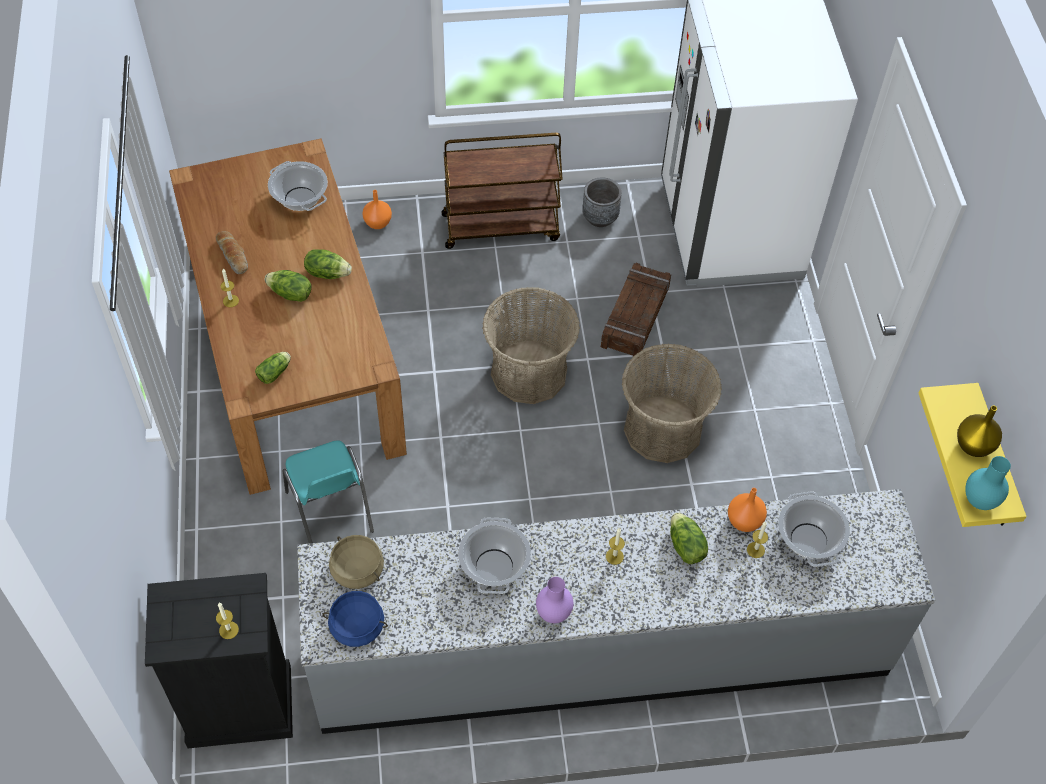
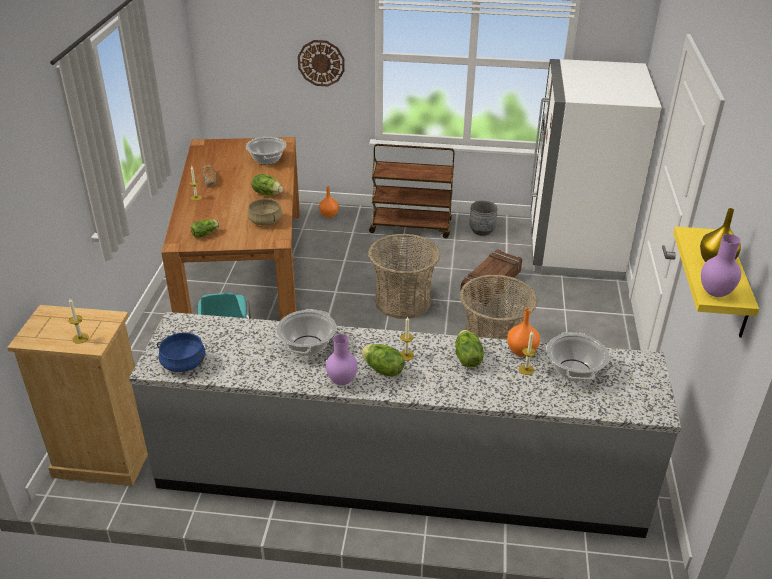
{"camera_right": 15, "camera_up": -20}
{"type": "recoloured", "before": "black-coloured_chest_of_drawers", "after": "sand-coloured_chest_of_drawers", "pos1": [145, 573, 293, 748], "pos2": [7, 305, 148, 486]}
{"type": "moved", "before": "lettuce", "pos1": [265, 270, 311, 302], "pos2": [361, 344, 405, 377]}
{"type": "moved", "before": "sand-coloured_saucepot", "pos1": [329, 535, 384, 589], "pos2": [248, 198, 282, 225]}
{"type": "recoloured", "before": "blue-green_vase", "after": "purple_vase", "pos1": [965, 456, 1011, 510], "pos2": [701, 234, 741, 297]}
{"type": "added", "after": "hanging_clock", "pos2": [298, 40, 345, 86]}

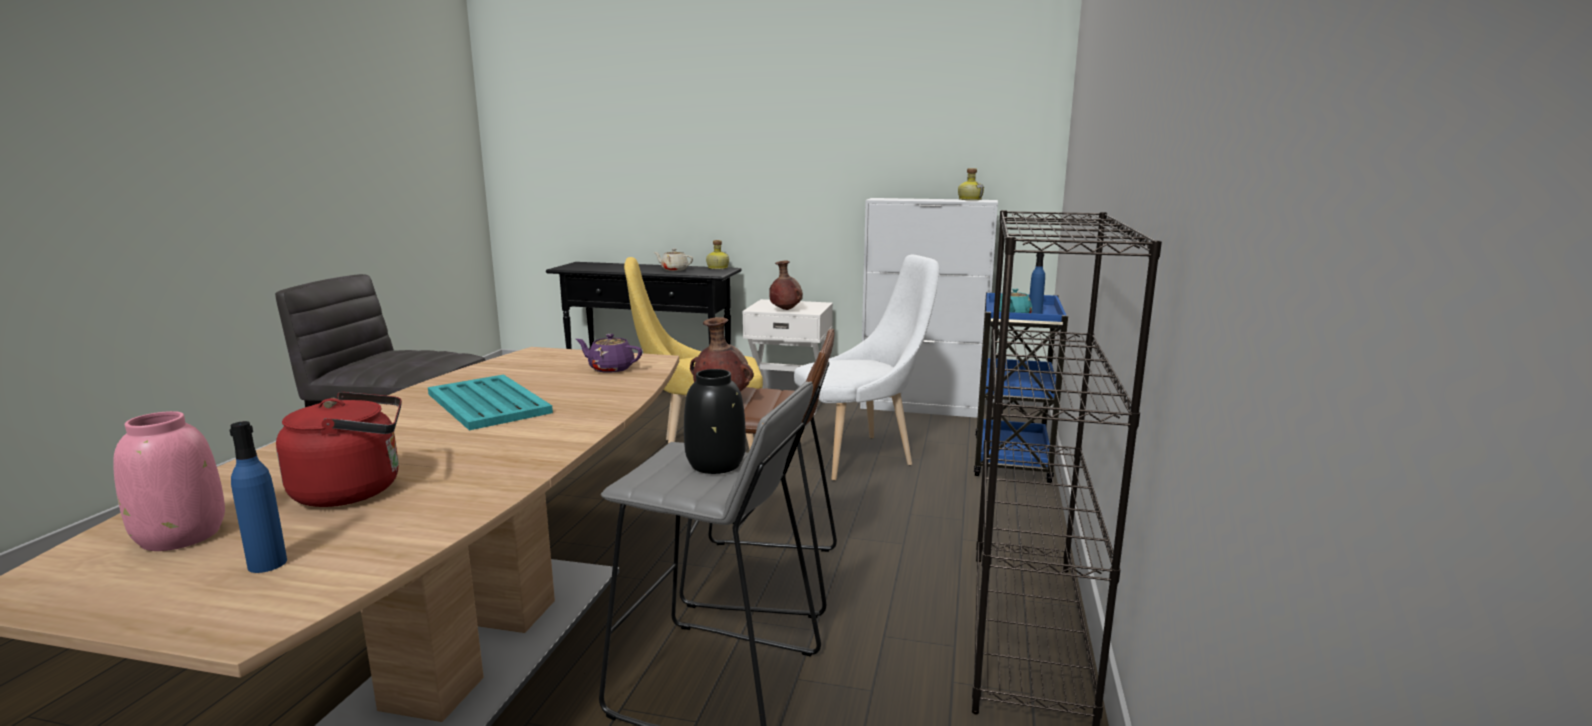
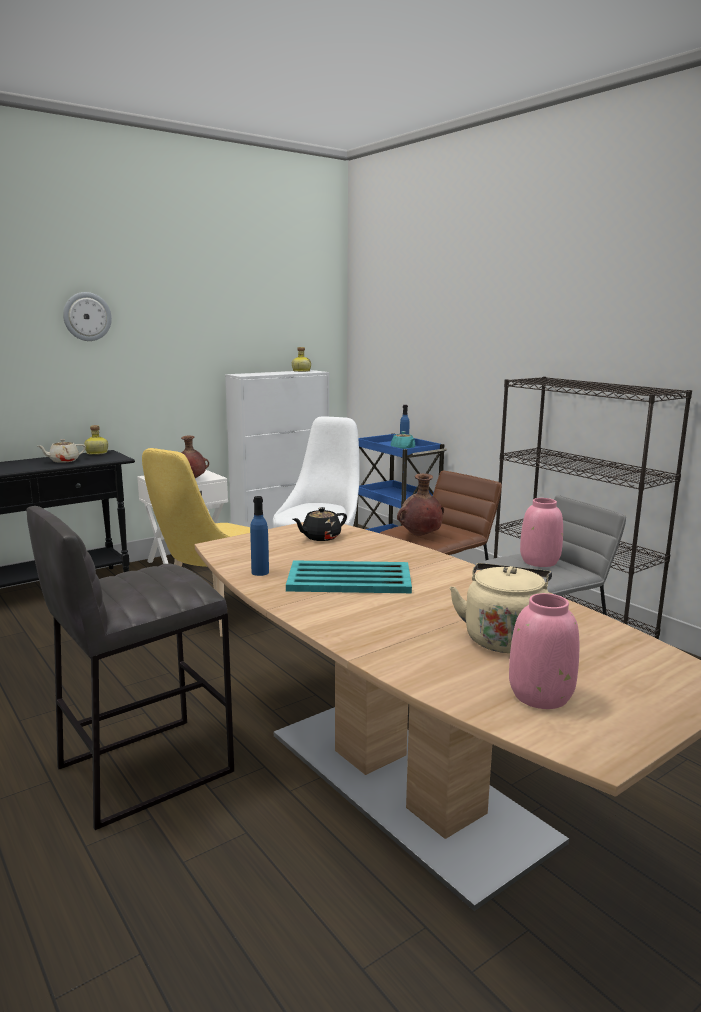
{"camera_right": -50, "camera_up": 0}
{"type": "moved", "before": "blue-coloured_drink_bottle", "pos1": [230, 421, 287, 573], "pos2": [250, 496, 269, 576]}
{"type": "recoloured", "before": "red_kettle", "after": "sand-coloured_kettle", "pos1": [276, 392, 402, 507], "pos2": [450, 563, 552, 653]}
{"type": "recoloured", "before": "purple_teapot", "after": "black-coloured_teapot", "pos1": [576, 334, 642, 373], "pos2": [292, 507, 347, 541]}
{"type": "recoloured", "before": "black-coloured_vase", "after": "pink_vase", "pos1": [684, 369, 746, 474], "pos2": [520, 498, 563, 567]}
{"type": "added", "after": "hanging_clock", "pos2": [63, 292, 112, 341]}

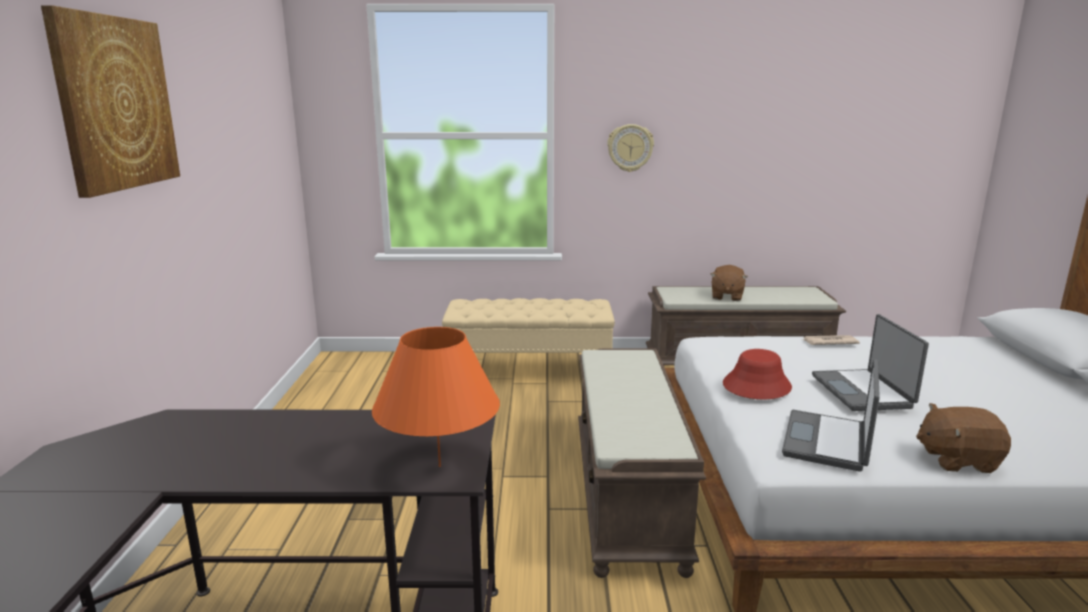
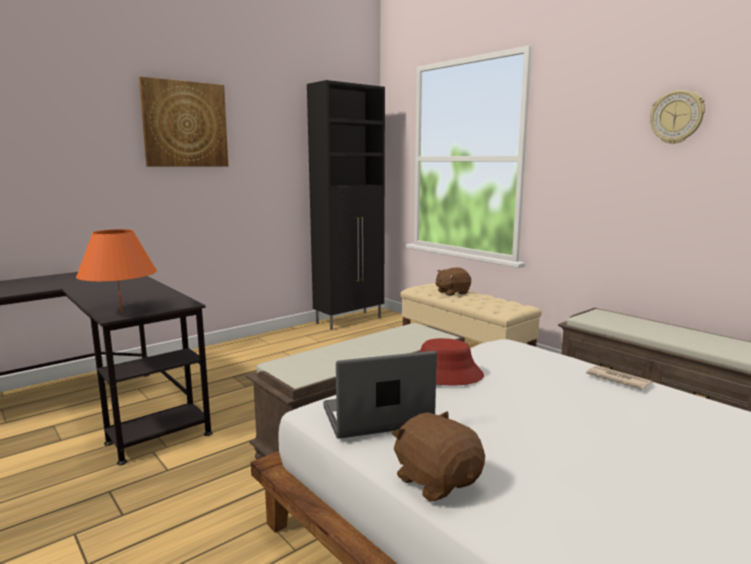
{"camera_right": 50, "camera_up": -5}
{"type": "moved", "before": "hanging_clock", "pos1": [607, 124, 654, 172], "pos2": [650, 90, 705, 144]}
{"type": "moved", "before": "brown_plush_toy", "pos1": [710, 265, 748, 301], "pos2": [435, 268, 471, 296]}
{"type": "removed", "before": "portable_computer", "pos1": [812, 314, 929, 411]}
{"type": "added", "after": "black-coloured_storage_cabinet", "pos2": [307, 80, 385, 330]}

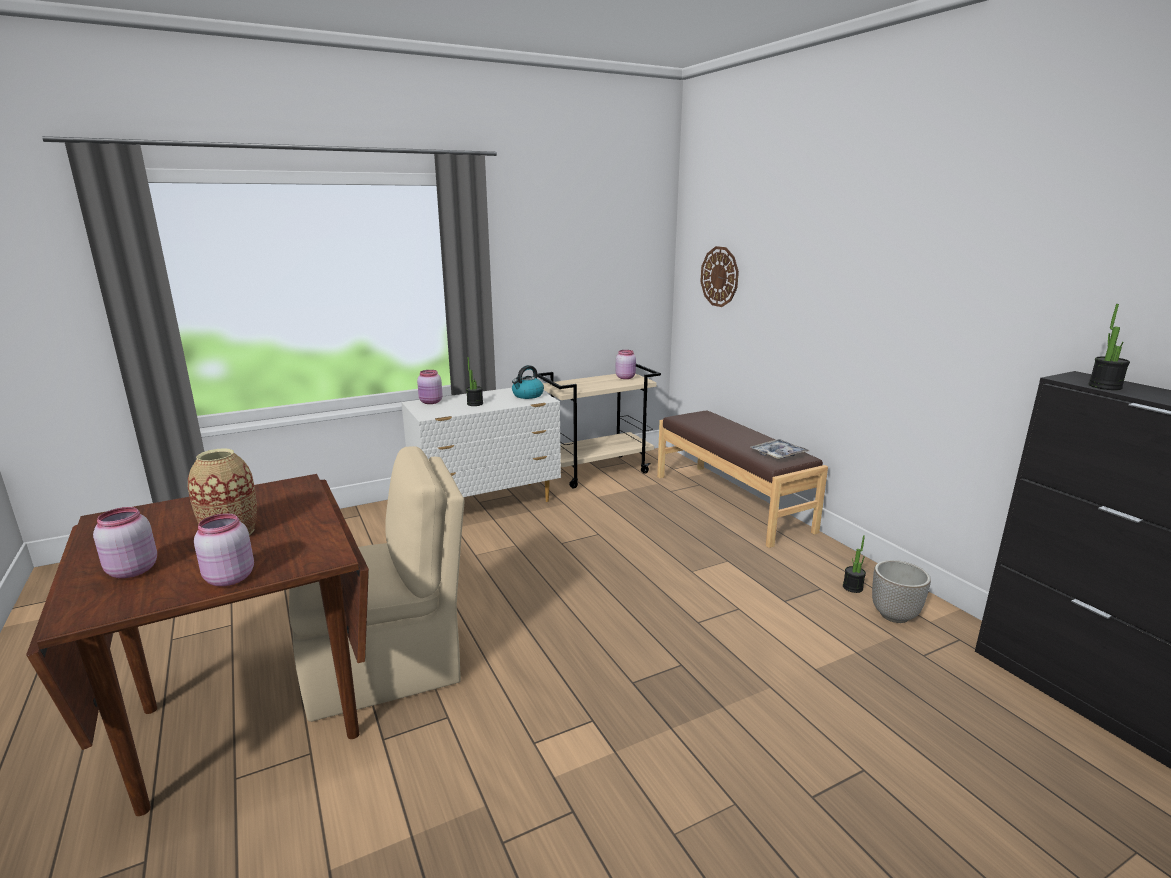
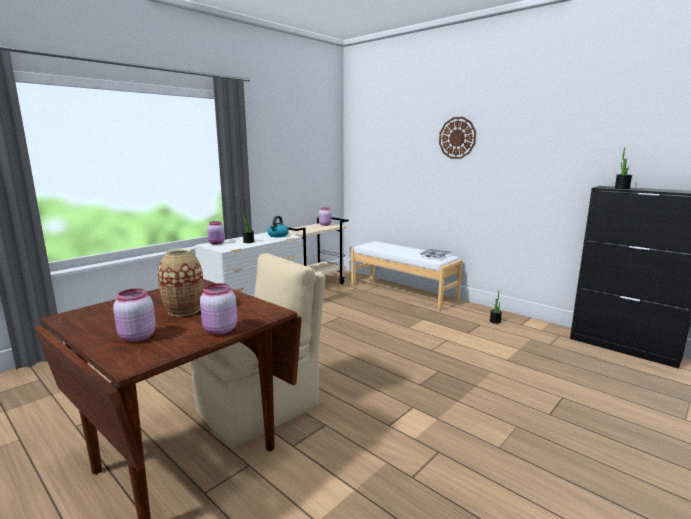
{"camera_right": -20, "camera_up": -5}
{"type": "recoloured", "before": "brown_long_seat", "after": "white-coloured_long_seat", "pos1": [657, 410, 828, 548], "pos2": [351, 241, 463, 310]}
{"type": "moved", "before": "hanging_clock", "pos1": [700, 246, 739, 307], "pos2": [439, 117, 476, 159]}
{"type": "removed", "before": "flower_pot", "pos1": [872, 560, 931, 623]}

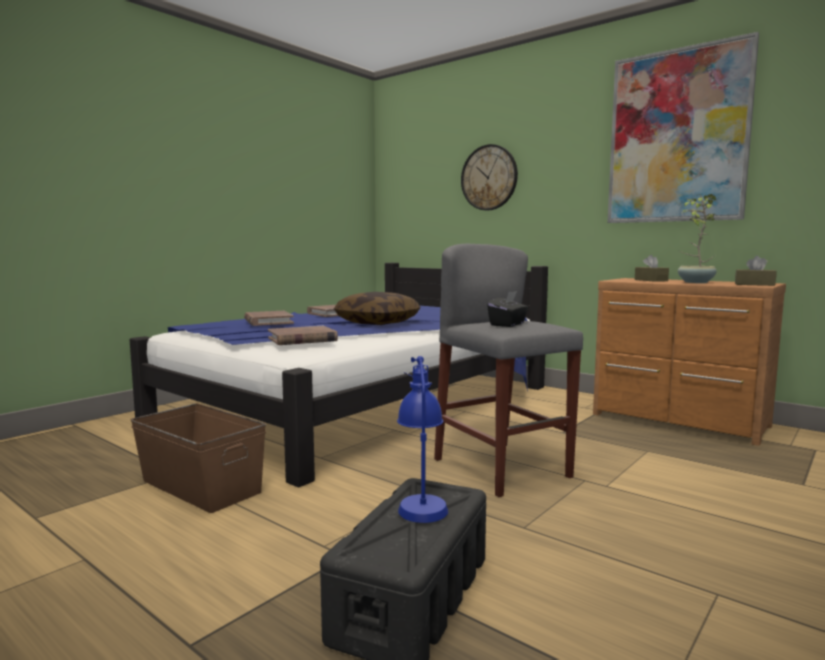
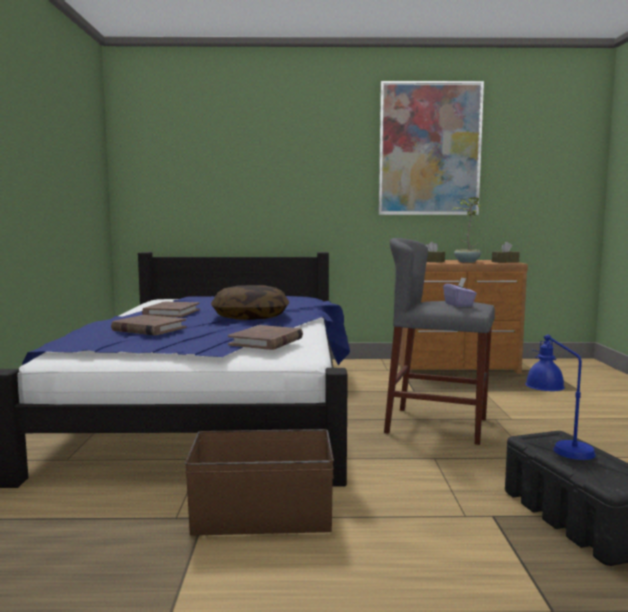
{"camera_right": -40, "camera_up": 0}
{"type": "removed", "before": "hanging_clock", "pos1": [461, 144, 518, 211]}
{"type": "recoloured", "before": "black-coloured_box_of_tissues", "after": "purple_box_of_tissues", "pos1": [487, 291, 528, 327], "pos2": [443, 277, 477, 307]}

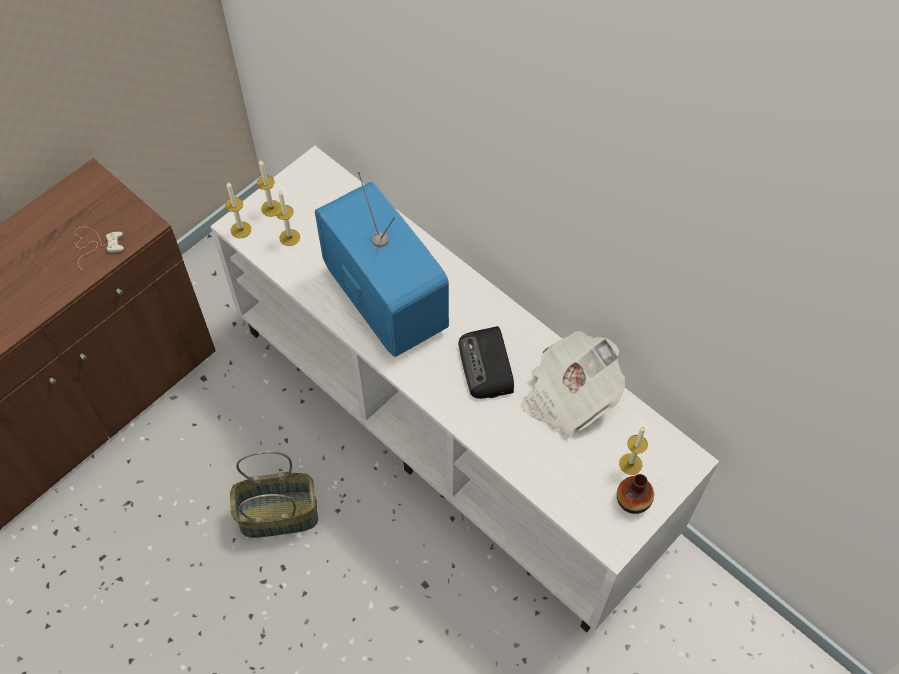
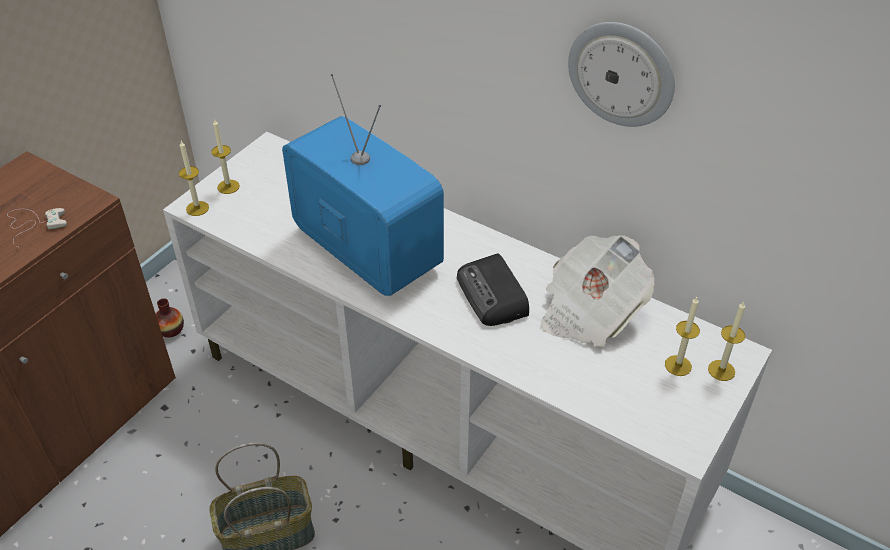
{"camera_right": -10, "camera_up": -15}
{"type": "moved", "before": "wax_candle", "pos1": [275, 190, 300, 246], "pos2": [708, 302, 745, 381]}
{"type": "moved", "before": "vase", "pos1": [617, 474, 654, 514], "pos2": [156, 298, 184, 338]}
{"type": "added", "after": "hanging_clock", "pos2": [568, 22, 675, 127]}

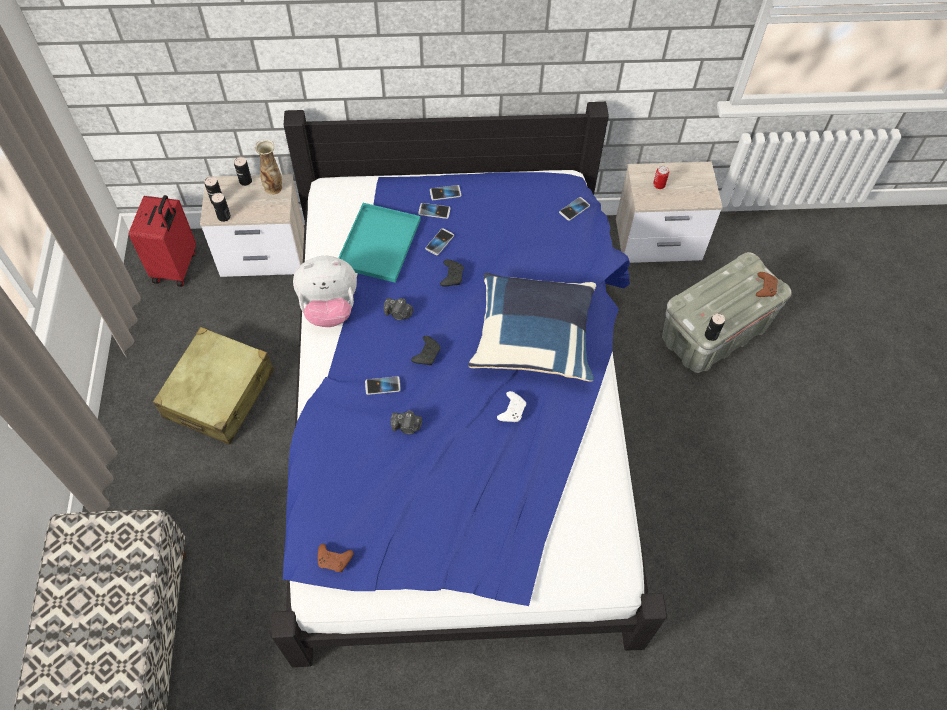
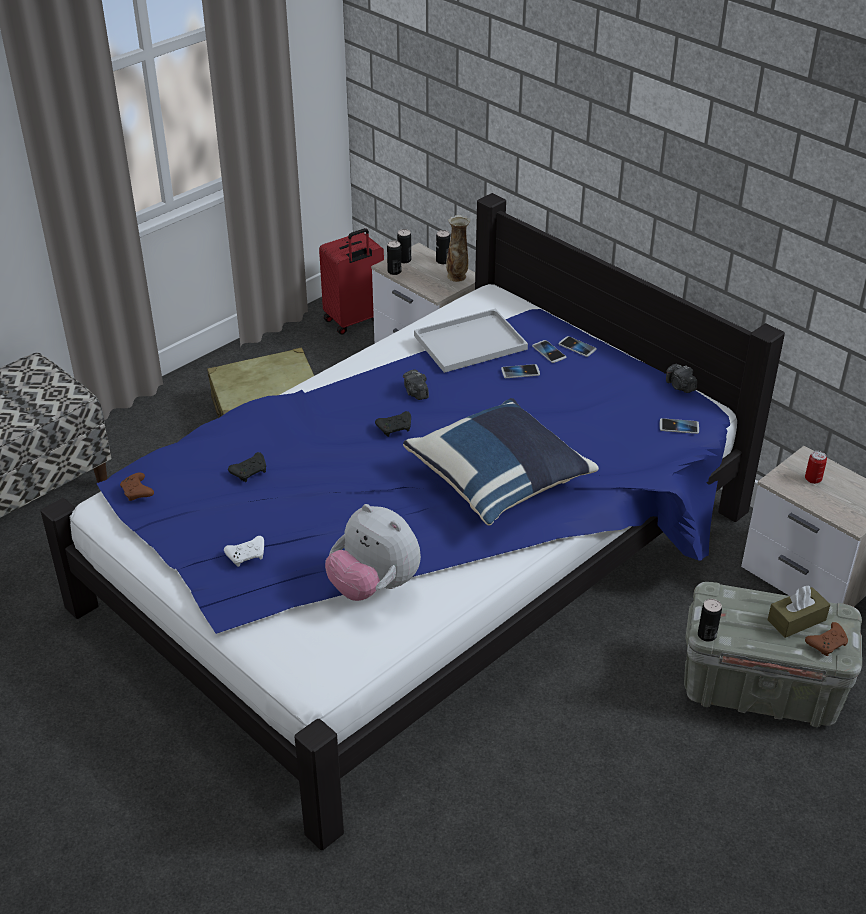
{"camera_right": 50, "camera_up": -20}
{"type": "moved", "before": "plush_toy", "pos1": [293, 256, 357, 327], "pos2": [325, 504, 421, 601]}
{"type": "recoloured", "before": "blue-green_tray", "after": "white-coloured_tray", "pos1": [338, 203, 421, 283], "pos2": [414, 309, 528, 373]}
{"type": "removed", "before": "telephone", "pos1": [365, 376, 401, 395]}
{"type": "moved", "before": "still_camera", "pos1": [391, 410, 422, 434], "pos2": [666, 364, 697, 393]}
{"type": "moved", "before": "black-coloured_game_controller", "pos1": [440, 259, 464, 287], "pos2": [228, 452, 266, 482]}
{"type": "moved", "before": "white-coloured_game_controller", "pos1": [497, 391, 526, 422], "pos2": [224, 536, 264, 567]}
{"type": "added", "after": "brown_box_of_tissues", "pos2": [768, 586, 830, 638]}

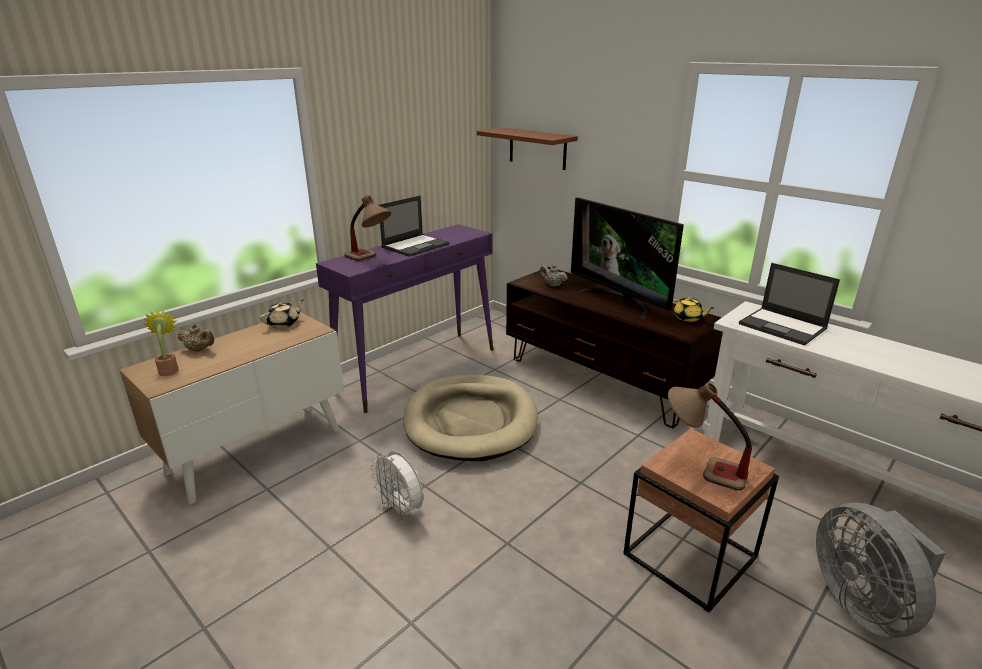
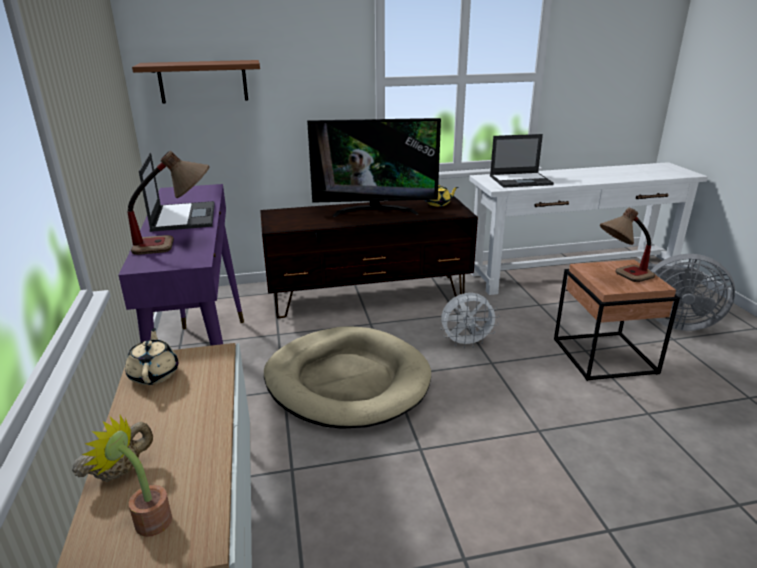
{"camera_right": -55, "camera_up": 0}
{"type": "moved", "before": "white-coloured_electric_fan", "pos1": [370, 451, 423, 521], "pos2": [440, 293, 500, 348]}
{"type": "removed", "before": "sand-coloured_teapot", "pos1": [539, 265, 568, 287]}

